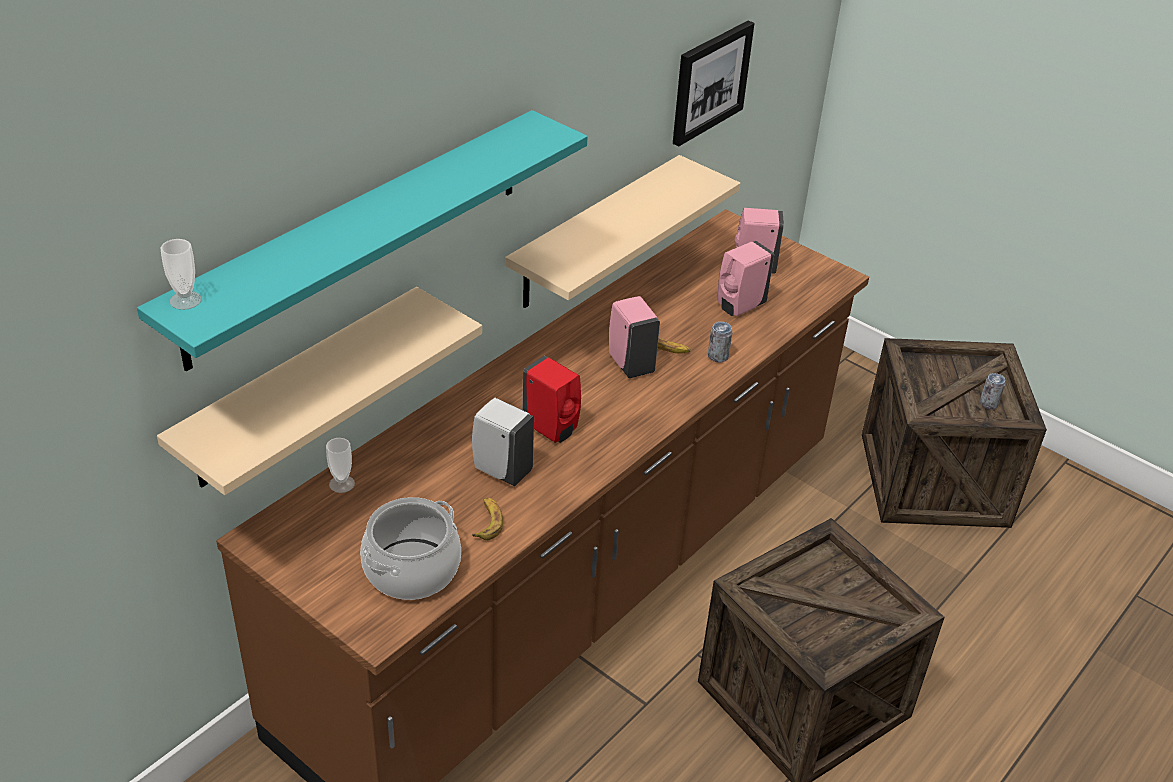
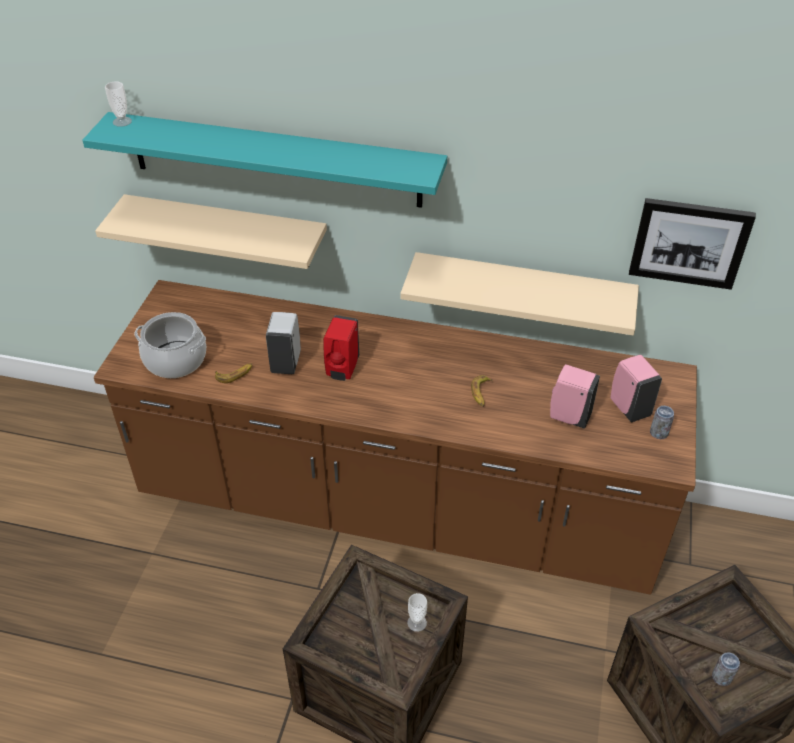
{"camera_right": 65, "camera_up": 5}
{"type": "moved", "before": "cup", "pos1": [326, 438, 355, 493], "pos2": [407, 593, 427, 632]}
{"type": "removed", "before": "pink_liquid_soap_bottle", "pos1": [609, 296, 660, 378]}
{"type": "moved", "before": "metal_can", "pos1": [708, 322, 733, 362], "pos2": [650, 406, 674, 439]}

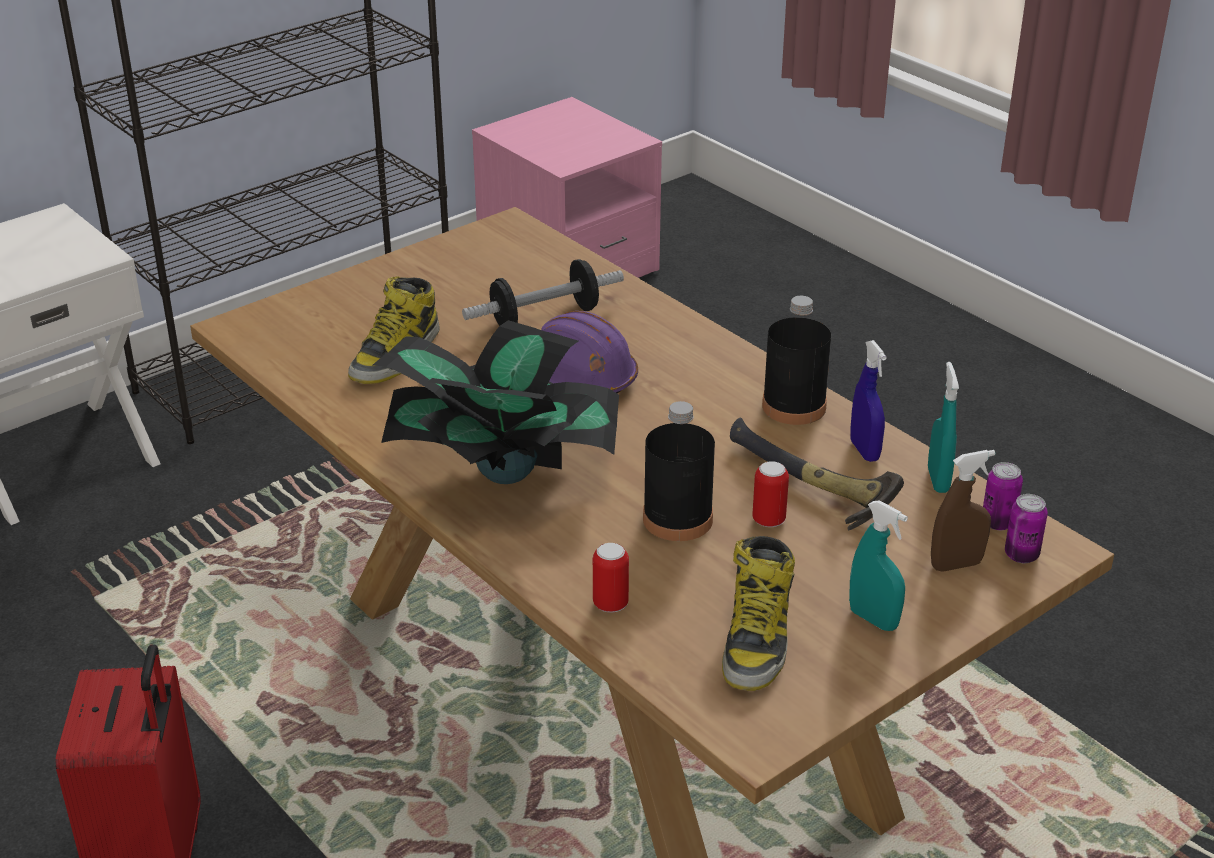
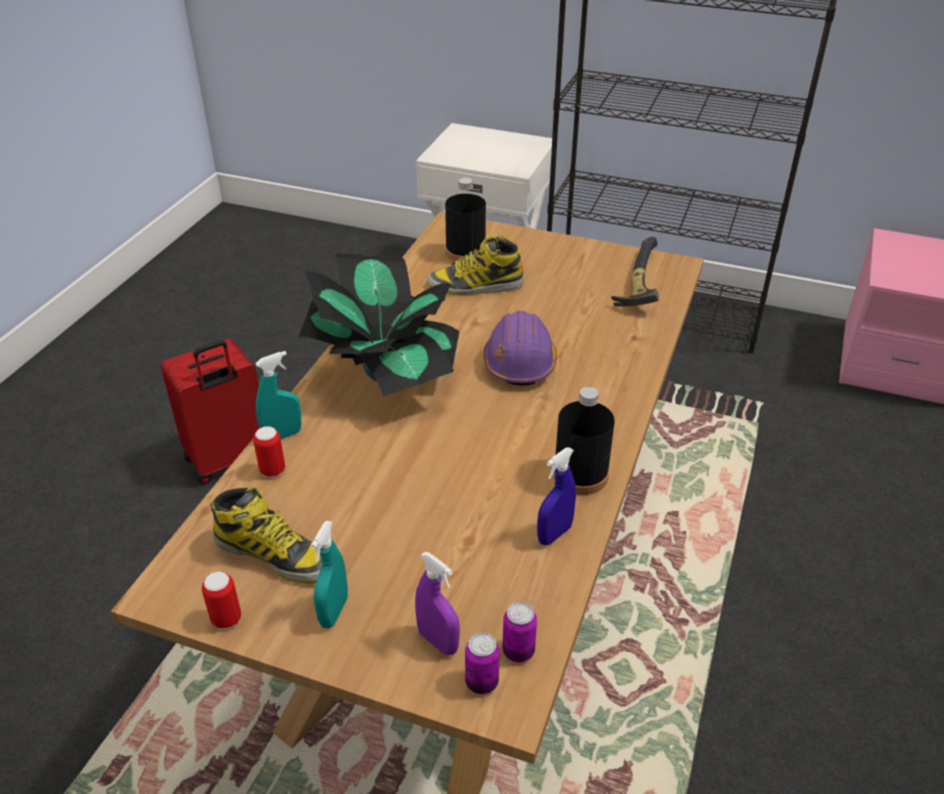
{"camera_right": 60, "camera_up": 5}
{"type": "removed", "before": "dumbbell", "pos1": [462, 259, 624, 326]}
{"type": "moved", "before": "black-coloured_drink_bottle", "pos1": [643, 401, 715, 541], "pos2": [445, 178, 486, 261]}
{"type": "turned", "before": "boot", "pos1": [722, 536, 795, 691], "pos2": [210, 487, 322, 584], "turn": -135}
{"type": "moved", "before": "hammer", "pos1": [730, 418, 904, 530], "pos2": [611, 237, 659, 307]}
{"type": "moved", "before": "metal_can", "pos1": [752, 461, 789, 527], "pos2": [202, 571, 241, 629]}
{"type": "moved", "before": "blue-green_hand_sprayer", "pos1": [928, 362, 959, 493], "pos2": [255, 351, 302, 439]}
{"type": "recoloured", "before": "brown_hand_sprayer", "after": "purple_hand_sprayer", "pos1": [931, 450, 995, 572], "pos2": [415, 552, 460, 655]}

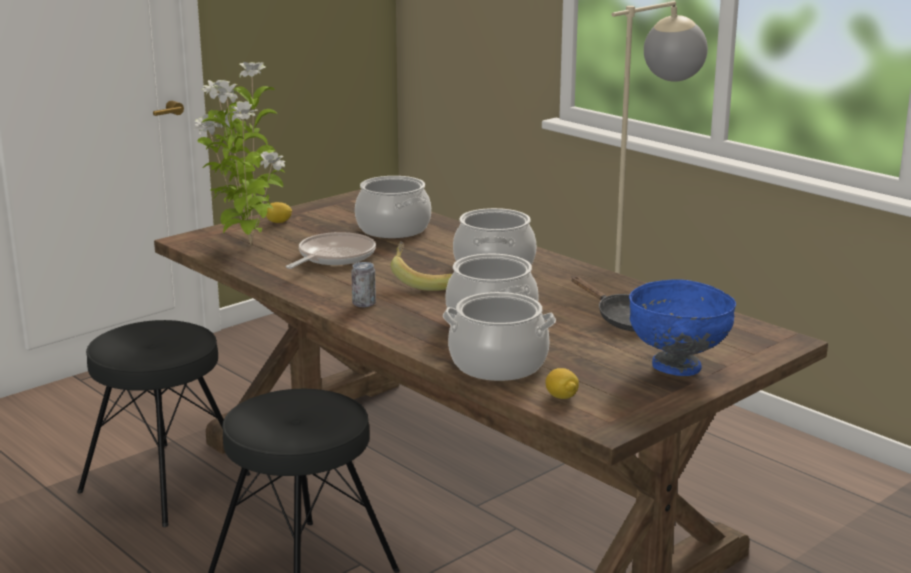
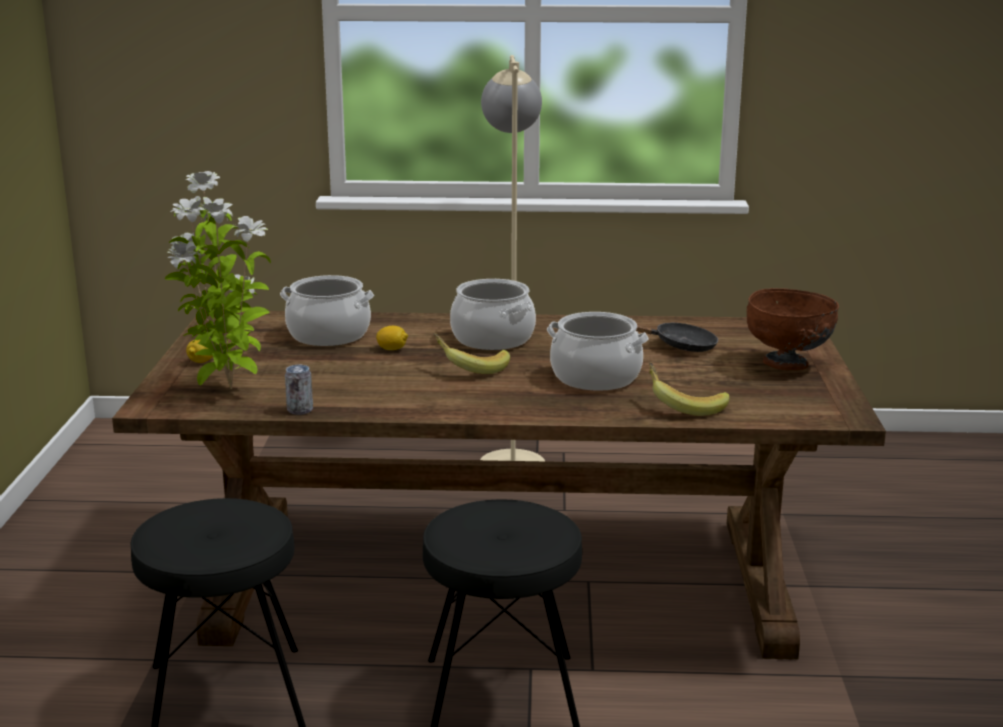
{"camera_right": -45, "camera_up": 0}
{"type": "removed", "before": "frying_pan", "pos1": [286, 232, 376, 269]}
{"type": "moved", "before": "metal_can", "pos1": [351, 262, 376, 307], "pos2": [285, 365, 313, 415]}
{"type": "replaced", "before": "saucepot", "after": "whole_banana", "pos1": [443, 292, 556, 381], "pos2": [649, 362, 729, 416]}
{"type": "moved", "before": "whole_lemon", "pos1": [545, 368, 579, 399], "pos2": [376, 326, 408, 350]}
{"type": "recoloured", "before": "blue-coloured_serving_bowl", "after": "brown_serving_bowl", "pos1": [629, 279, 736, 376], "pos2": [747, 288, 839, 370]}

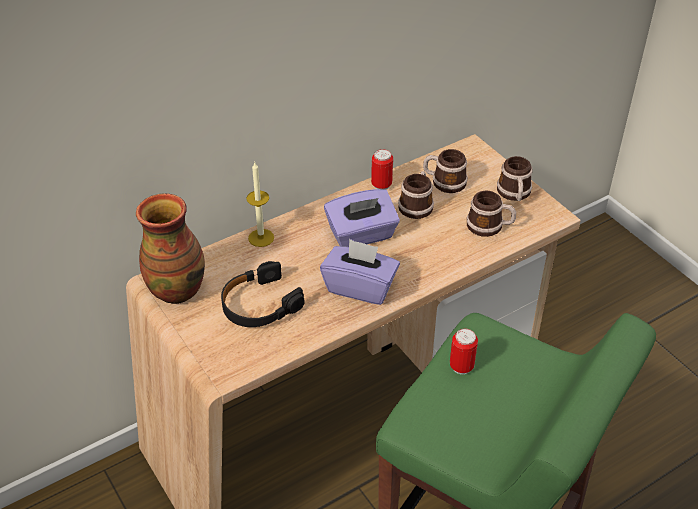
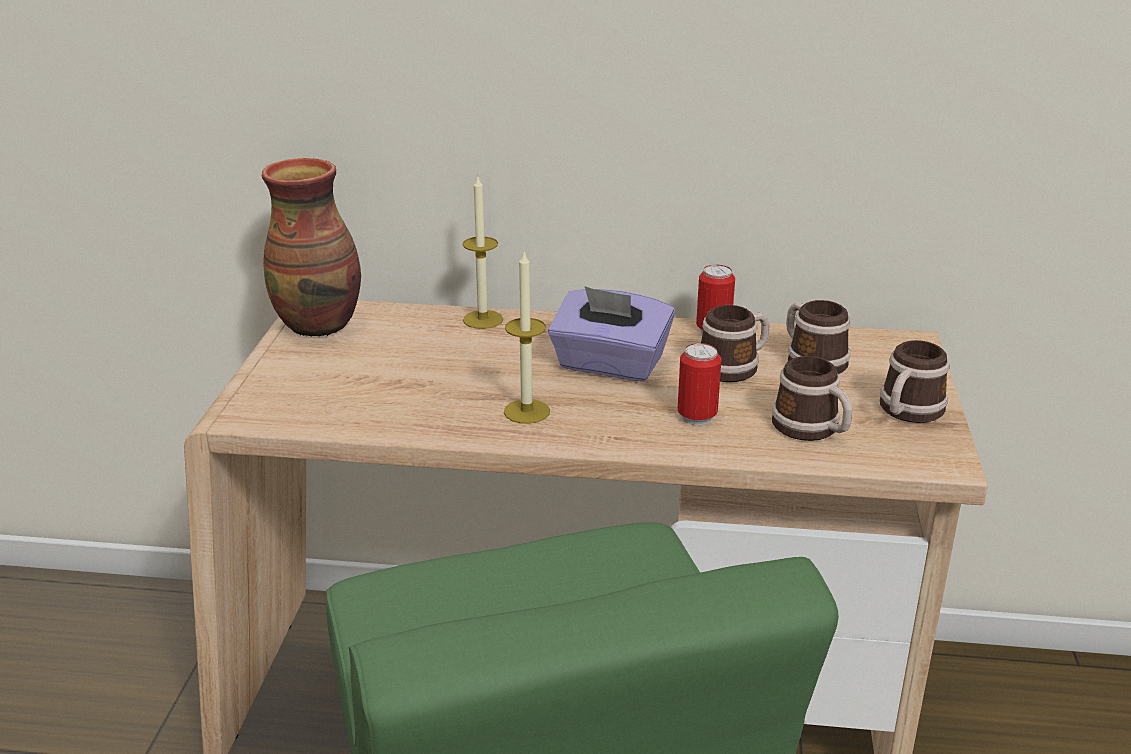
{"camera_right": 40, "camera_up": -15}
{"type": "removed", "before": "black-coloured_headset", "pos1": [221, 261, 304, 327]}
{"type": "replaced", "before": "purple_box_of_tissues", "after": "wax_candle", "pos1": [320, 239, 400, 305], "pos2": [504, 252, 550, 424]}
{"type": "moved", "before": "metal_can", "pos1": [450, 329, 478, 374], "pos2": [678, 343, 722, 425]}

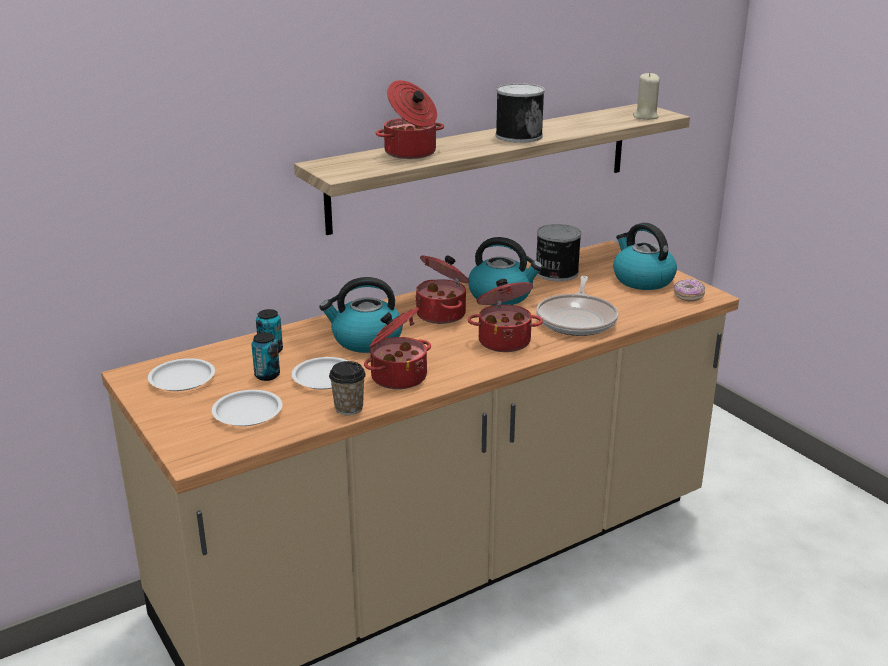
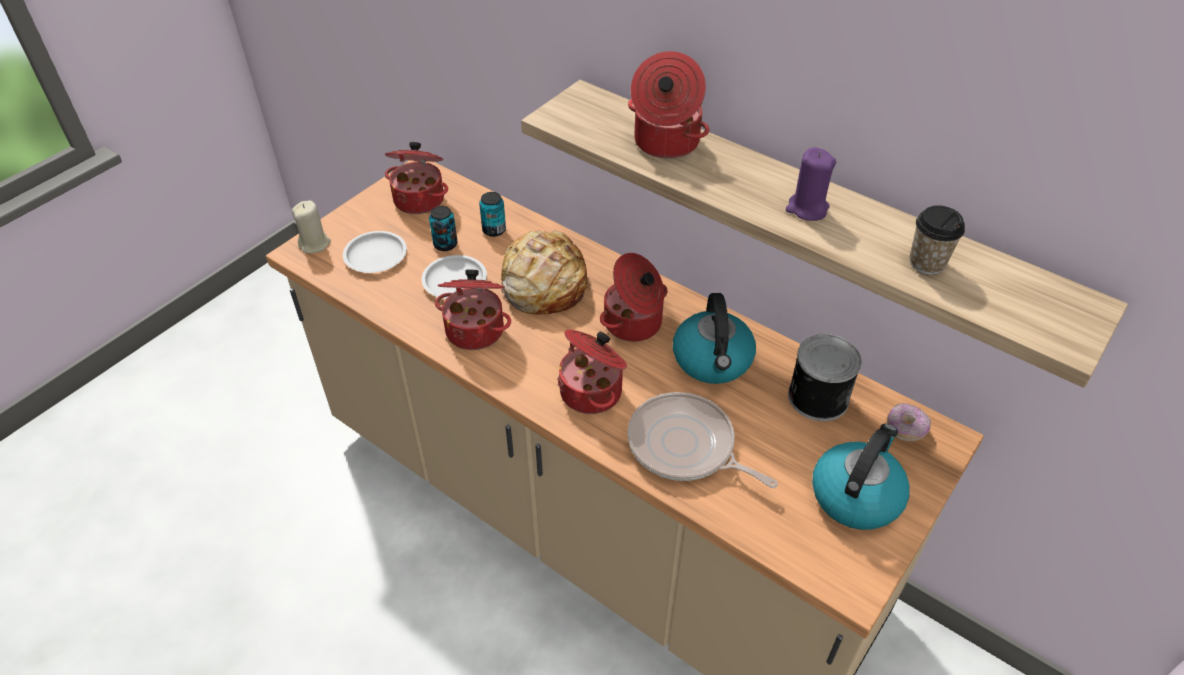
{"camera_right": 70, "camera_up": 20}
{"type": "replaced", "before": "white-coloured_plate", "after": "saucepot", "pos1": [148, 358, 215, 391], "pos2": [385, 142, 448, 214]}
{"type": "replaced", "before": "kettle", "after": "baked_bread", "pos1": [319, 277, 403, 353], "pos2": [501, 230, 587, 315]}
{"type": "moved", "before": "cup", "pos1": [329, 361, 366, 415], "pos2": [909, 205, 965, 275]}
{"type": "replaced", "before": "metal_can", "after": "purple_wax_candle", "pos1": [496, 83, 545, 143], "pos2": [786, 147, 836, 221]}
{"type": "turned", "before": "frying_pan", "pos1": [536, 276, 618, 336], "pos2": [627, 392, 778, 488], "turn": 45}
{"type": "moved", "before": "sand-coloured_wax_candle", "pos1": [633, 72, 660, 120], "pos2": [292, 200, 331, 253]}
{"type": "moved", "before": "doughnut", "pos1": [674, 279, 705, 301], "pos2": [887, 403, 931, 442]}

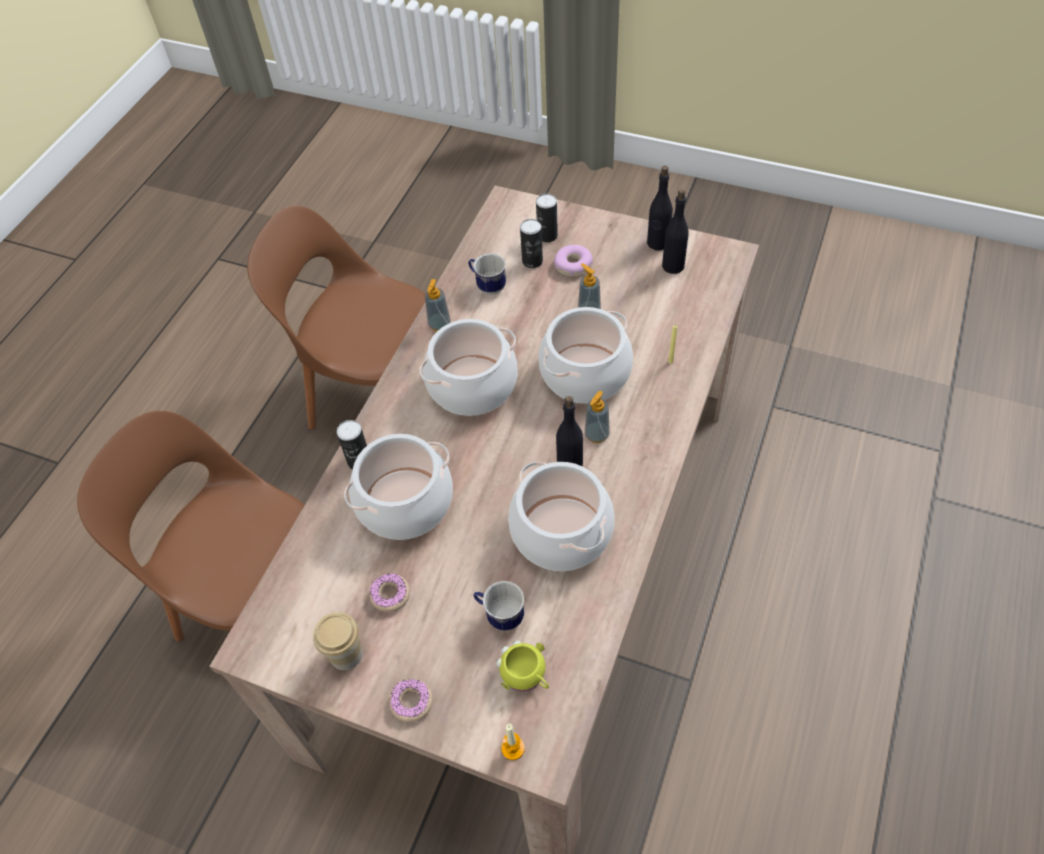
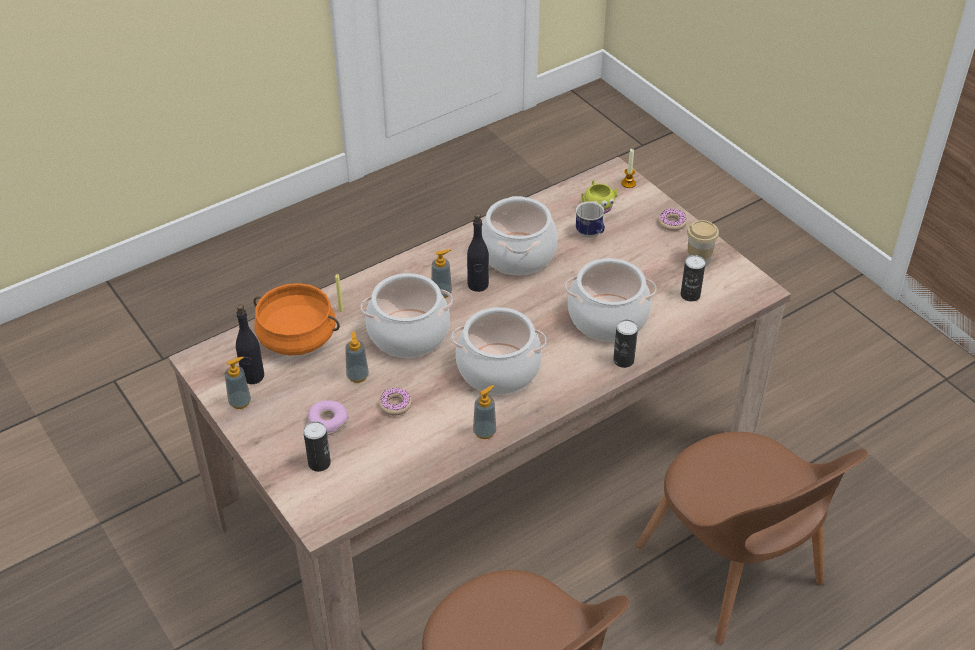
{"camera_right": -150, "camera_up": -10}
{"type": "moved", "before": "doughnut", "pos1": [369, 573, 410, 612], "pos2": [378, 387, 412, 416]}
{"type": "removed", "before": "mug", "pos1": [468, 253, 506, 295]}
{"type": "moved", "before": "metal_can", "pos1": [520, 219, 543, 268], "pos2": [681, 255, 706, 302]}
{"type": "replaced", "before": "black-coloured_drink_bottle", "after": "liquid_soap_bottle", "pos1": [647, 166, 673, 251], "pos2": [225, 357, 251, 409]}
{"type": "added", "after": "orange-coloured_saucepot", "pos2": [253, 283, 340, 356]}

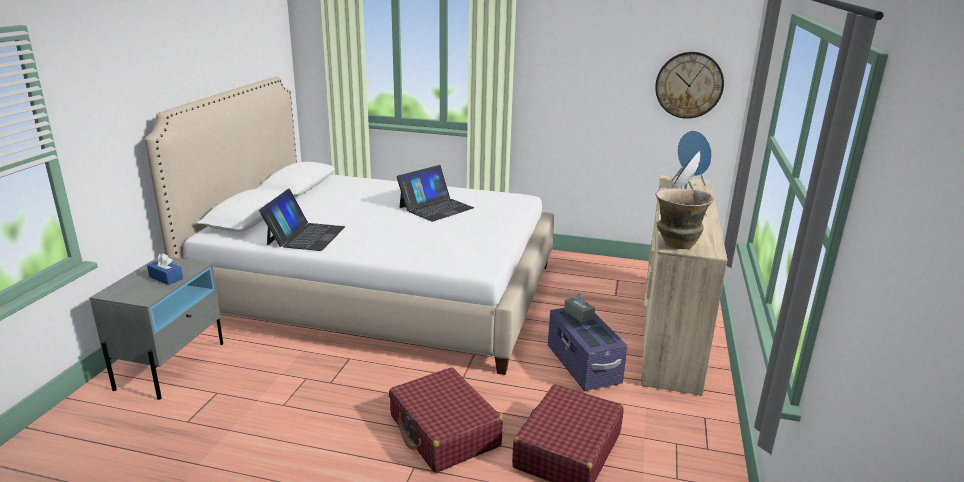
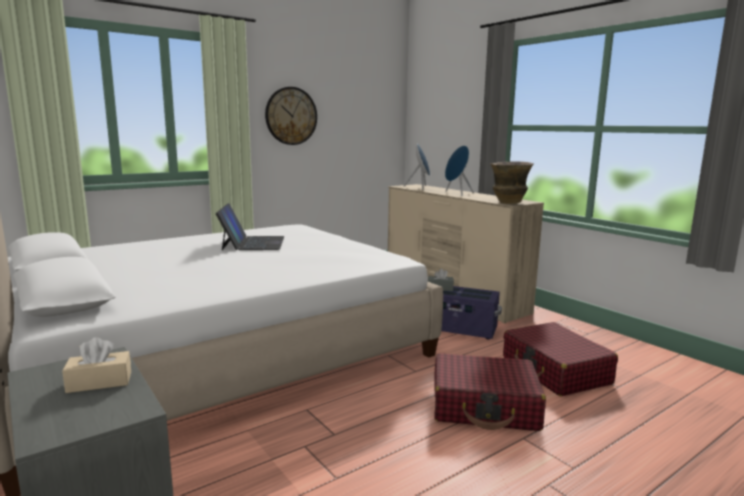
{"camera_right": -50, "camera_up": -10}
{"type": "recoloured", "before": "blue-coloured_box_of_tissues", "after": "sand-coloured_box_of_tissues", "pos1": [147, 253, 183, 285], "pos2": [62, 337, 131, 393]}
{"type": "removed", "before": "portable_computer", "pos1": [259, 189, 345, 251]}
{"type": "moved", "before": "hanging_clock", "pos1": [655, 52, 724, 119], "pos2": [265, 87, 317, 145]}

